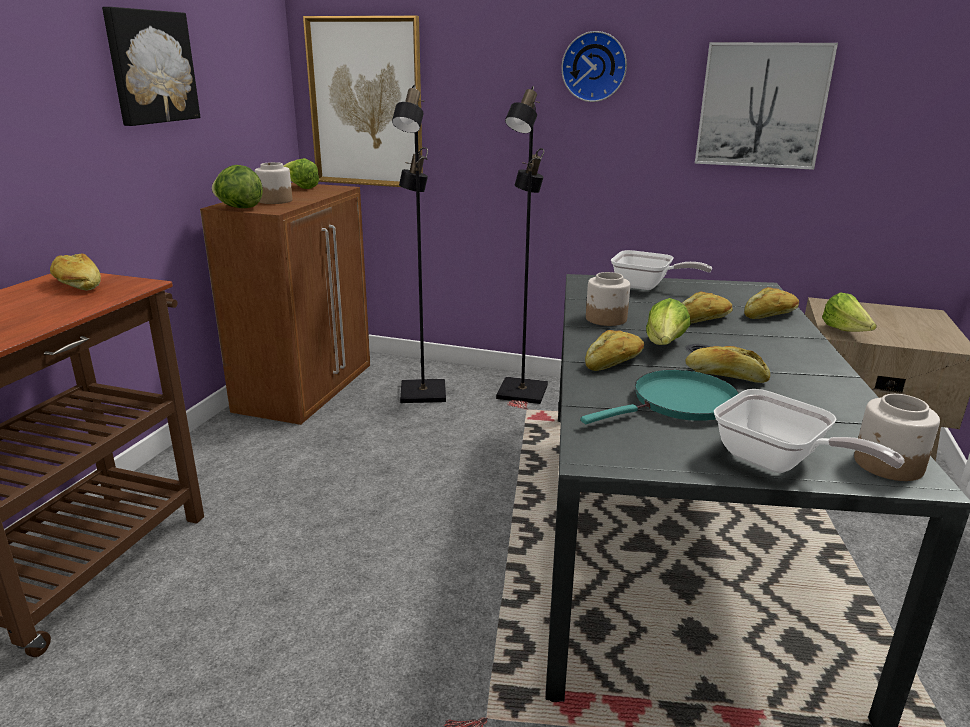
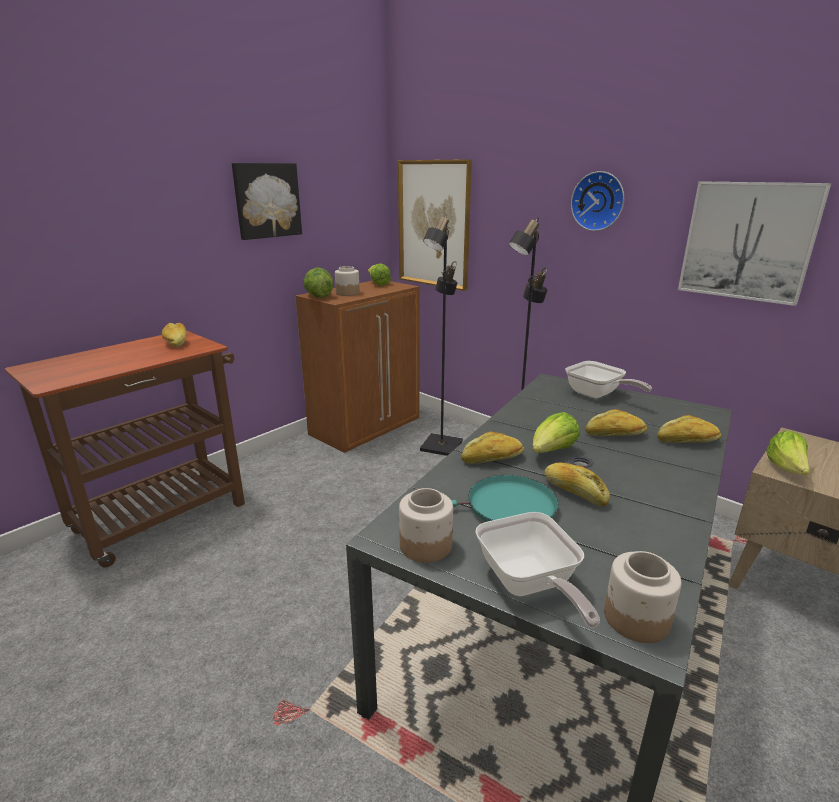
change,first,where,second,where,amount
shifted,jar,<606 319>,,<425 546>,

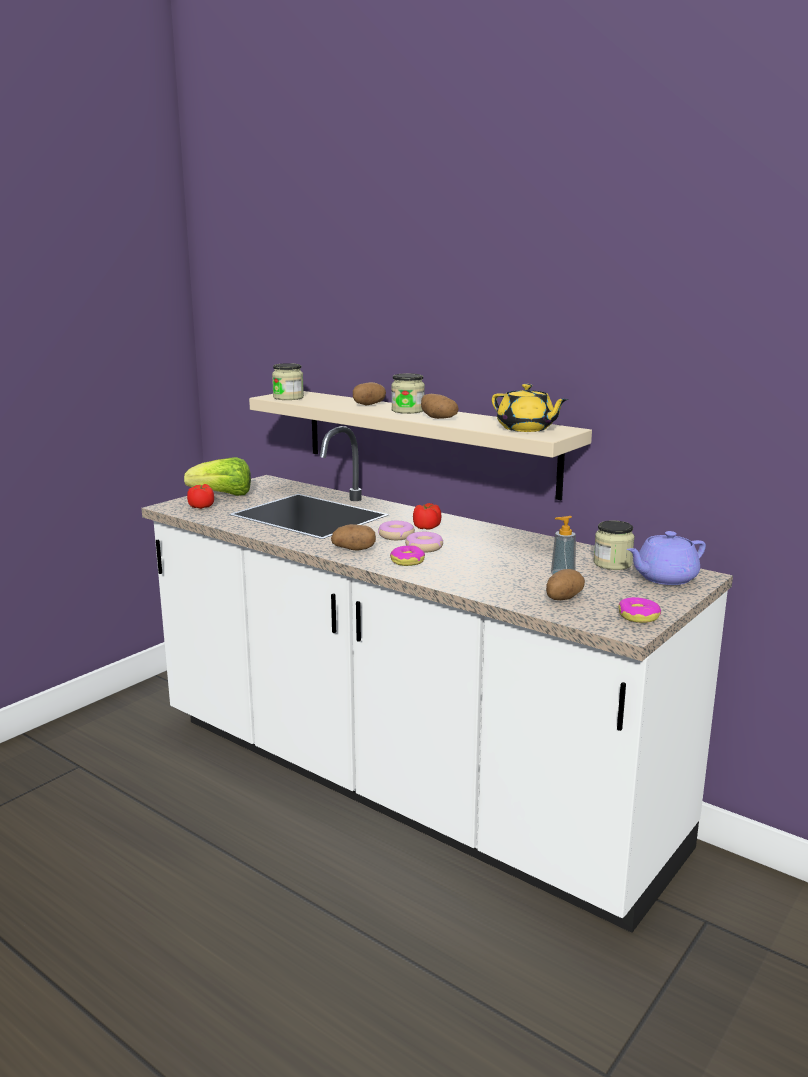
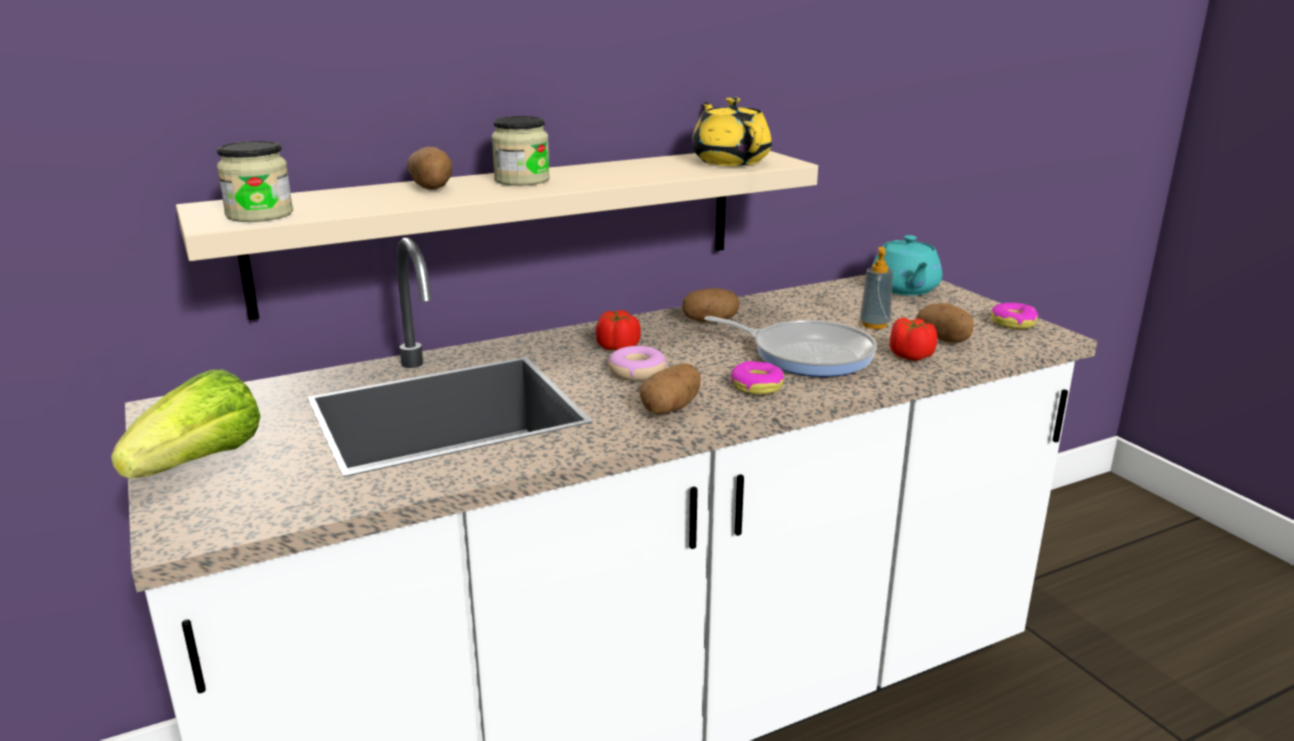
change,first,where,second,where,amount
shifted,tomato,<201 506>,,<910 356>,
gone,donut,<424 548>,,,
shifted,potato,<437 418>,,<710 321>,
rotated,yellow teapot,<526 429>,,<730 161>,90 degrees counterclockwise
gone,jar,<612 564>,,,
repainted,purple teapot,<664 578>,turquoise teapot,<905 289>,
new,,,frying pan,<806 354>,

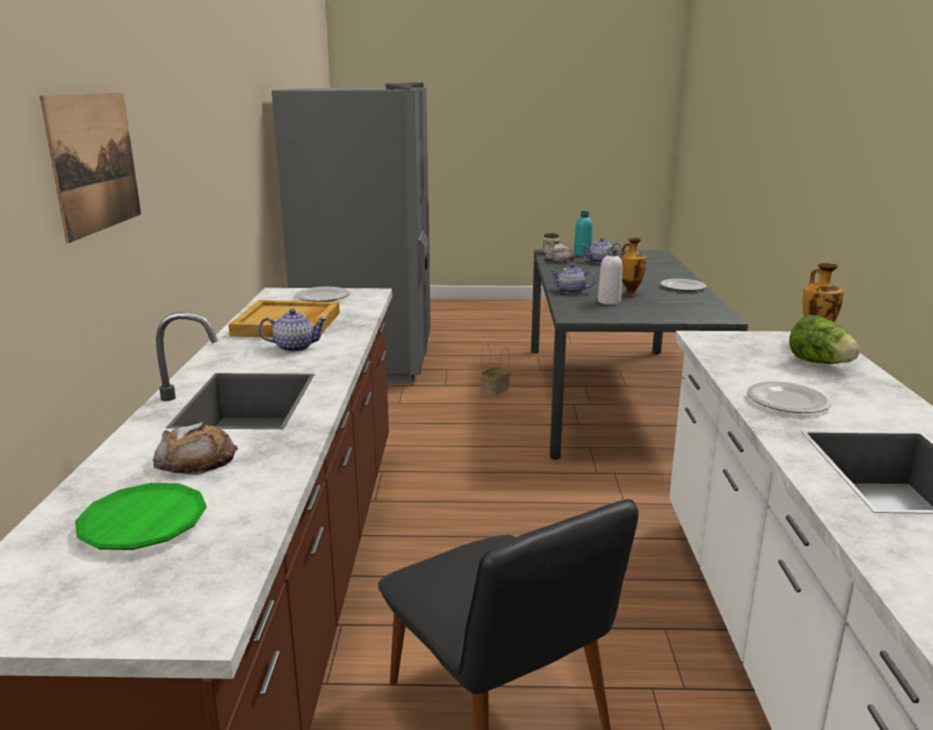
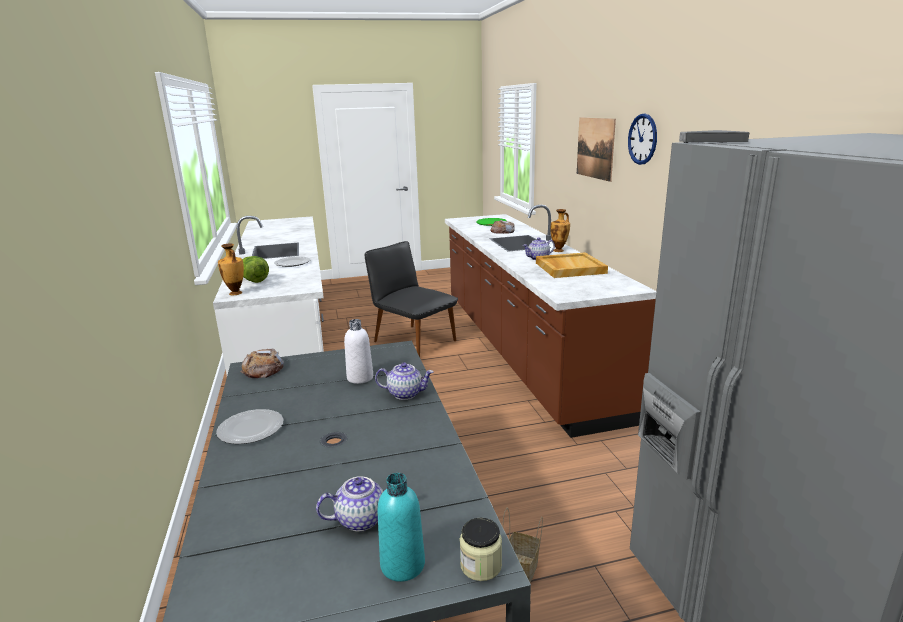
change,first,where,second,where,amount
gone,plate,<323 297>,,,
shifted,bread,<560 259>,,<263 369>,
shifted,vase,<630 293>,,<559 250>,
new,,,wall clock,<642 139>,

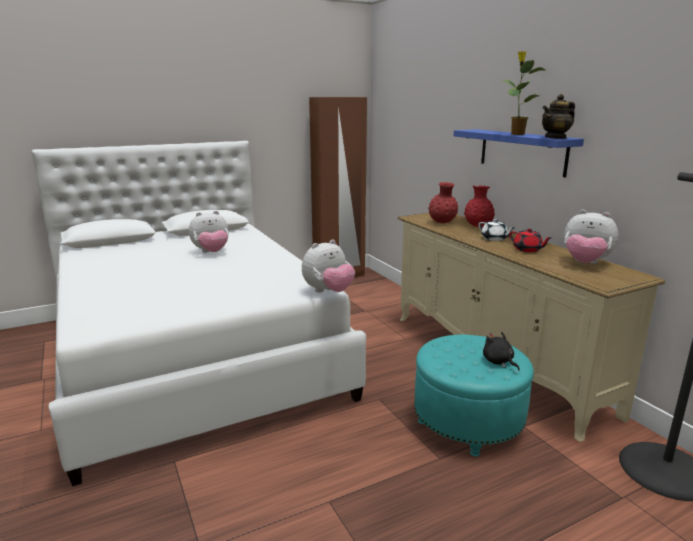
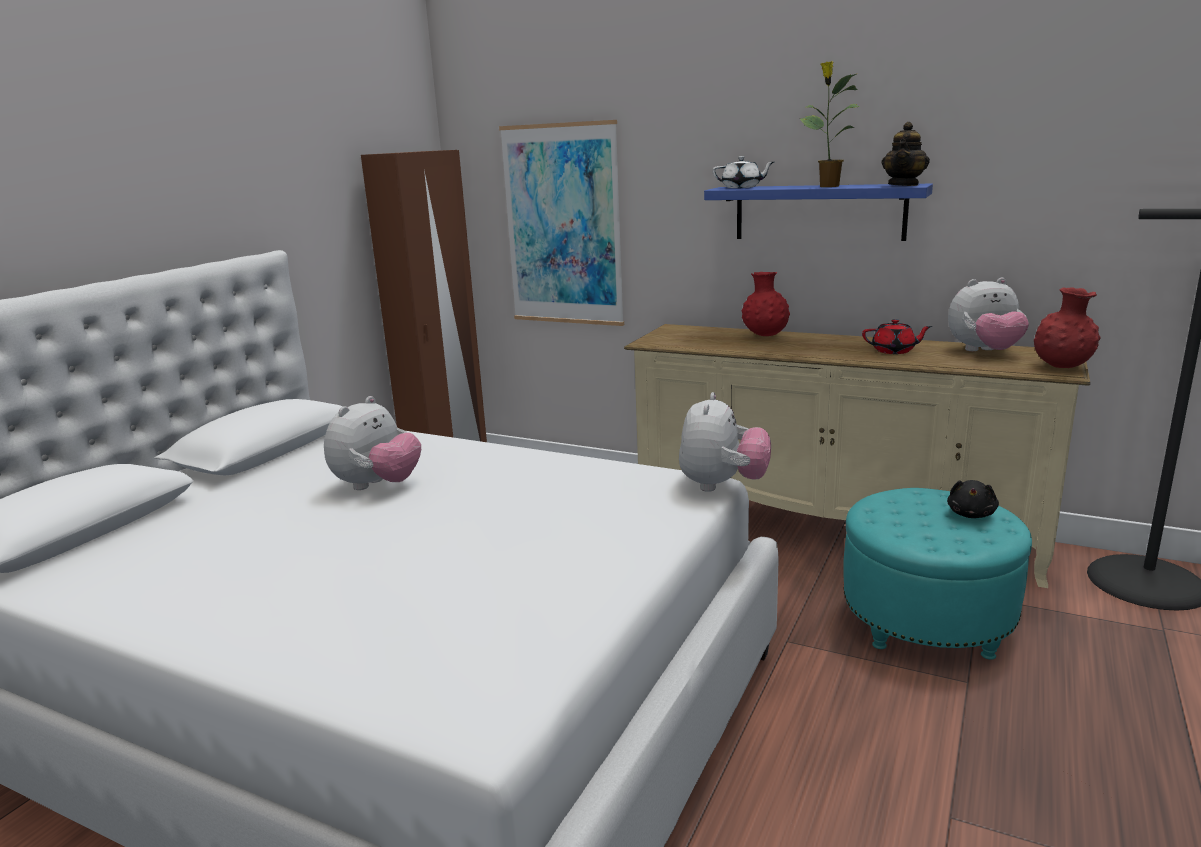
change,first,where,second,where,amount
shifted,red vase,<442 222>,,<1062 367>,
shifted,white teapot,<494 239>,,<742 187>,
rotated,black plush toy,<498 362>,,<971 514>,90 degrees counterclockwise
new,,,picture,<563 226>,

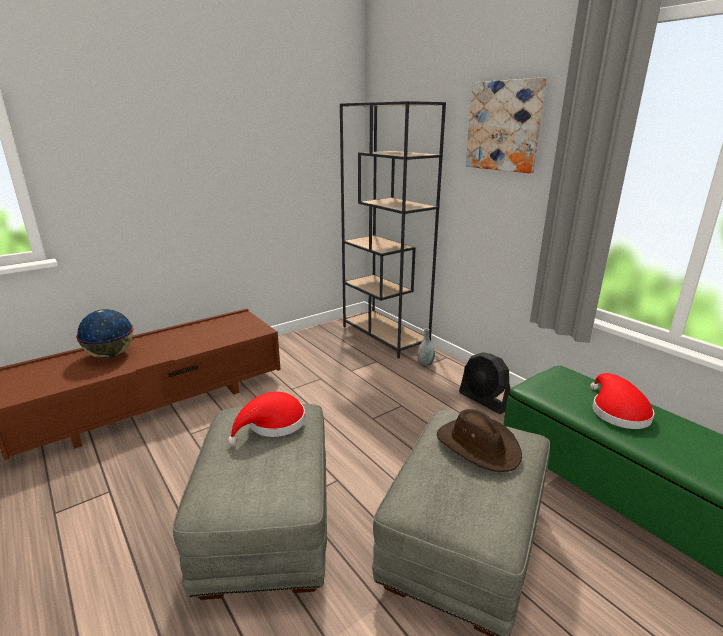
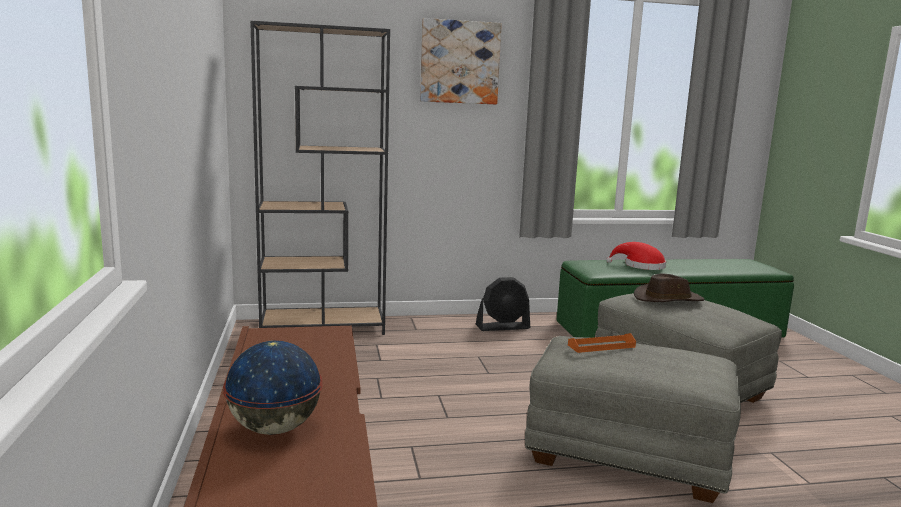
change,first,where,second,where,amount
swapped,red hat,<273 424>,orange tray,<601 346>,
gone,grey vase,<425 364>,,,

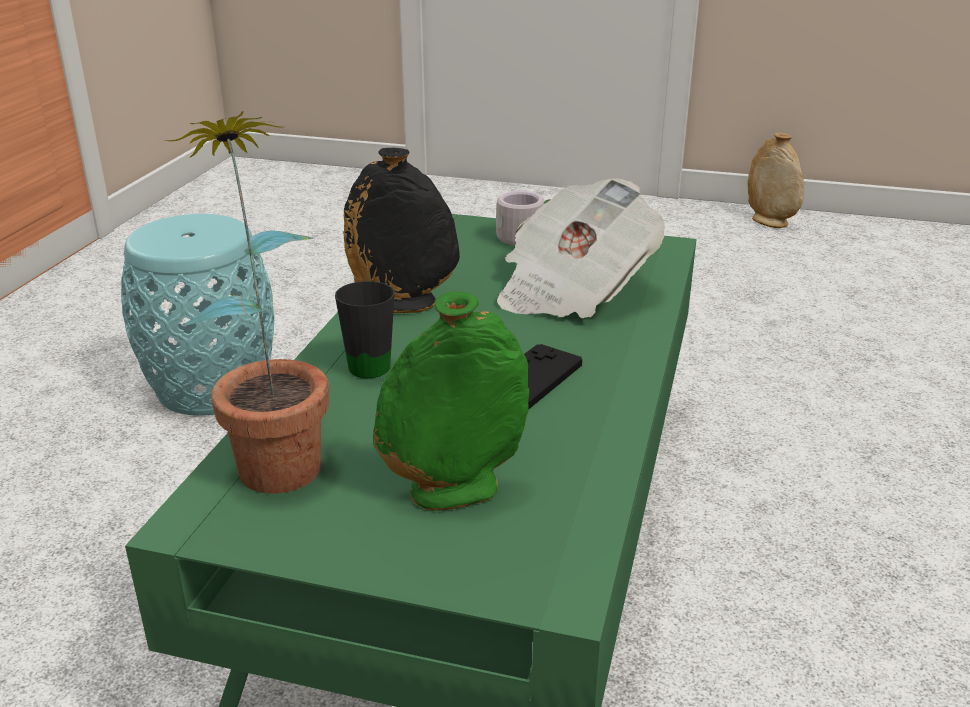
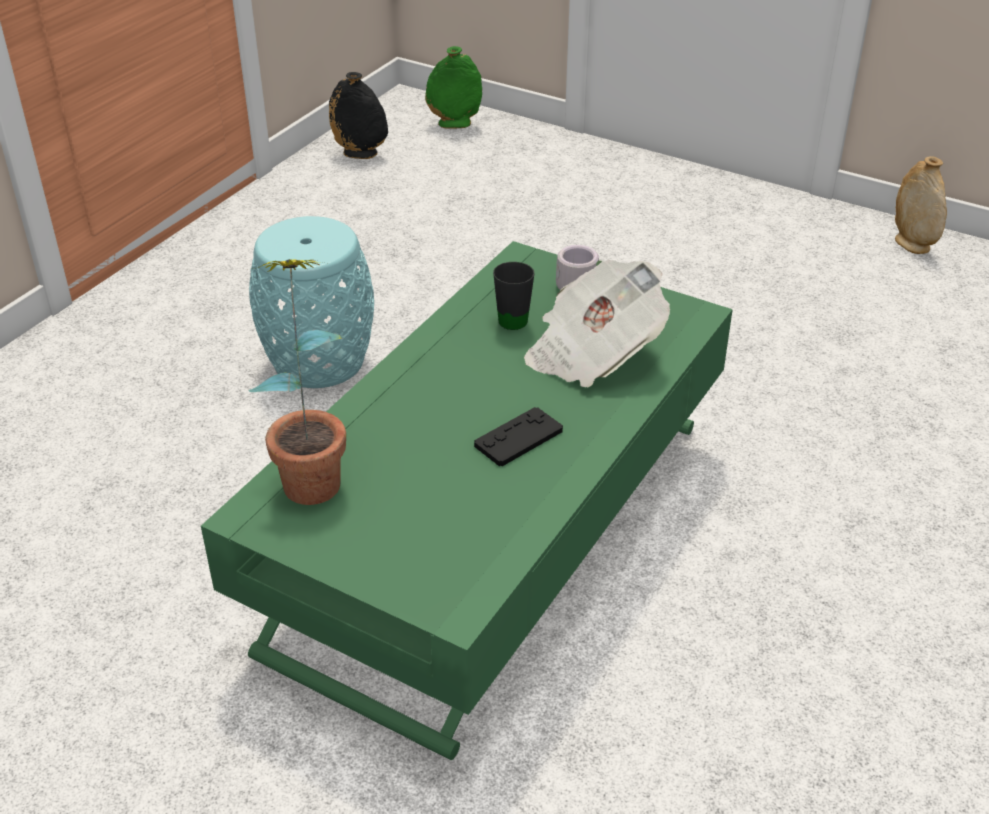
change,first,where,second,where,amount
shifted,black mug,<372 362>,,<516 317>,
shifted,black vase,<404 304>,,<360 154>,
shifted,green vase,<453 491>,,<454 124>,

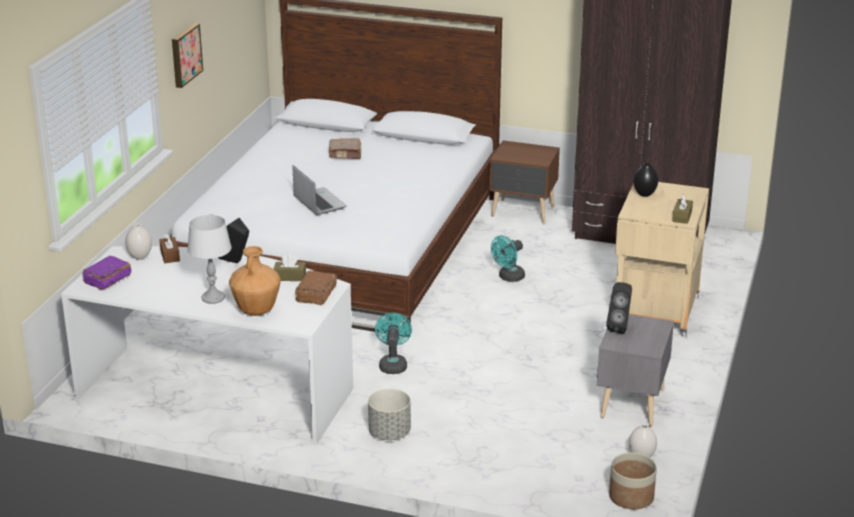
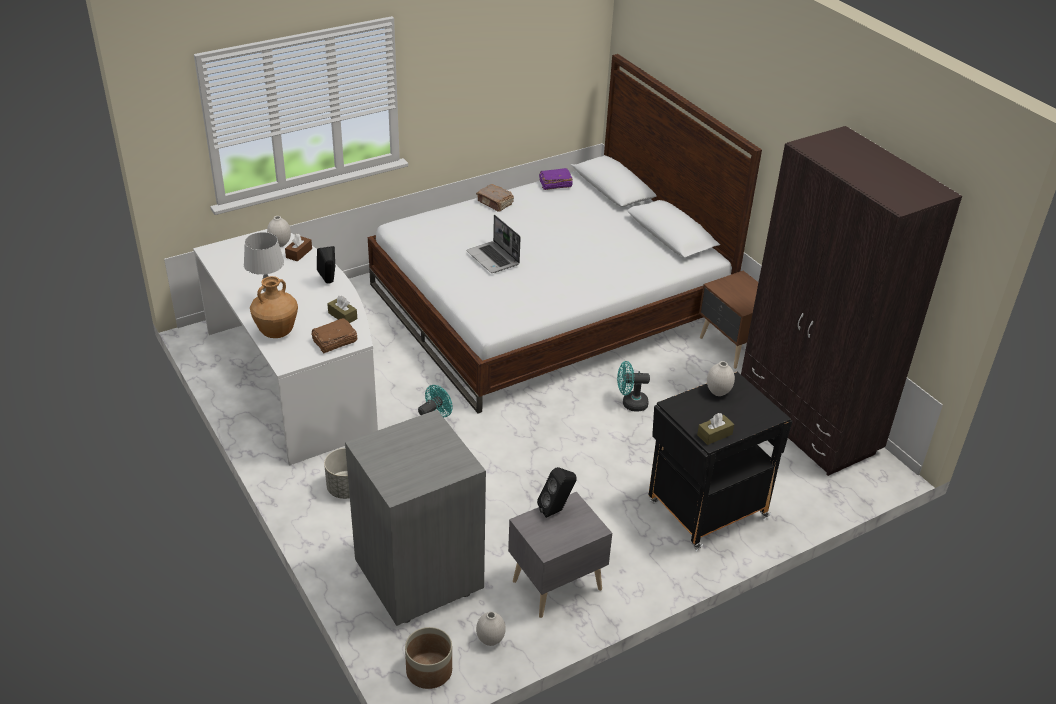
change,first,where,second,where,amount
shifted,purple book,<107 280>,,<555 184>,
gone,picture,<185 54>,,,
rotated,laptop,<318 202>,,<494 258>,135 degrees clockwise
shifted,brown book,<345 155>,,<495 203>,
repainted,beige cart,<656 313>,black cart,<705 511>,
repainted,black vase,<644 194>,white vase,<718 392>,
new,,,grey dresser,<420 580>,

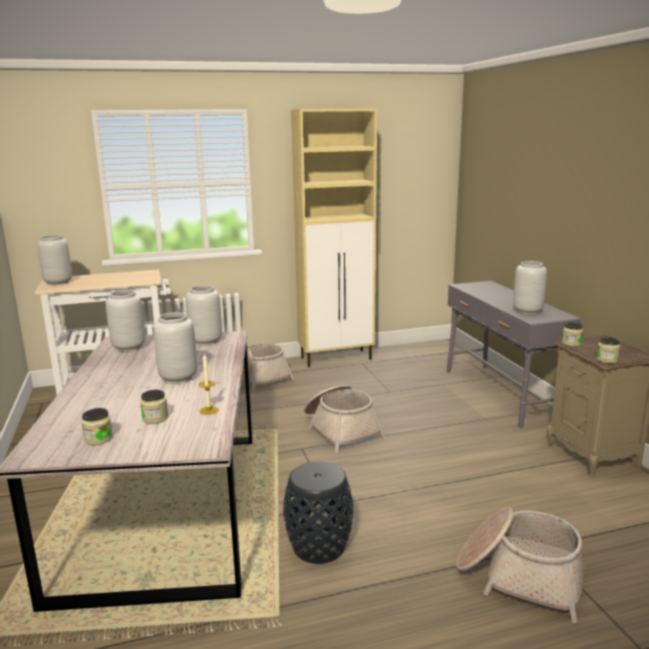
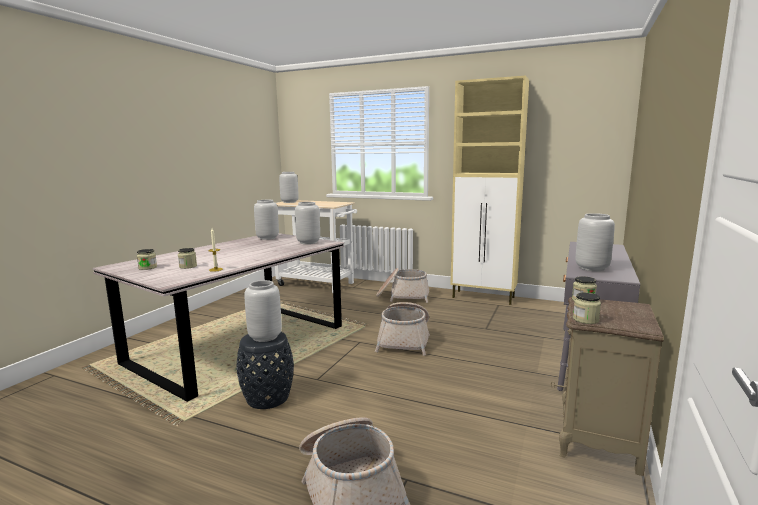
change,first,where,second,where,amount
shifted,grey vase,<177 378>,,<264 337>,

